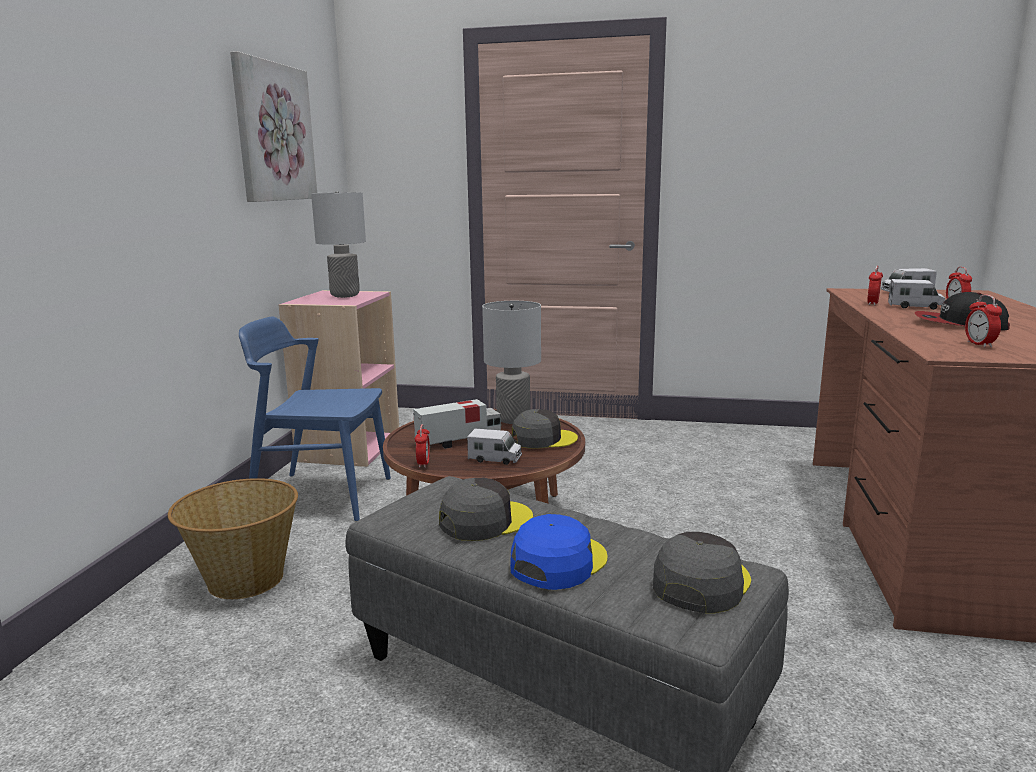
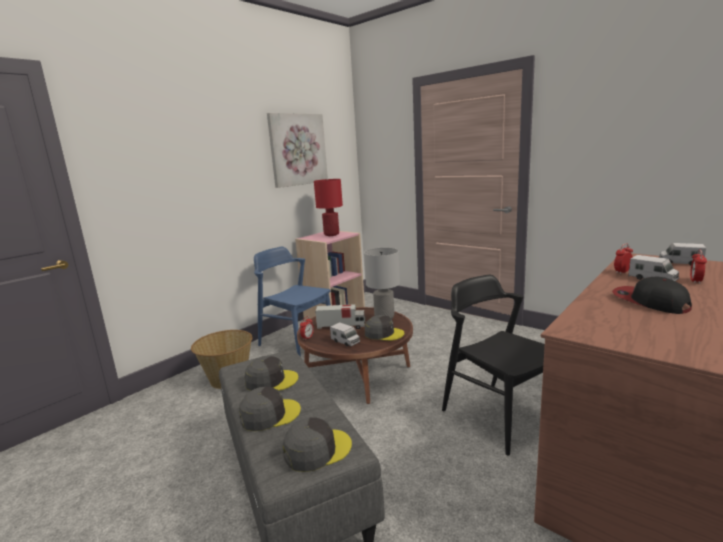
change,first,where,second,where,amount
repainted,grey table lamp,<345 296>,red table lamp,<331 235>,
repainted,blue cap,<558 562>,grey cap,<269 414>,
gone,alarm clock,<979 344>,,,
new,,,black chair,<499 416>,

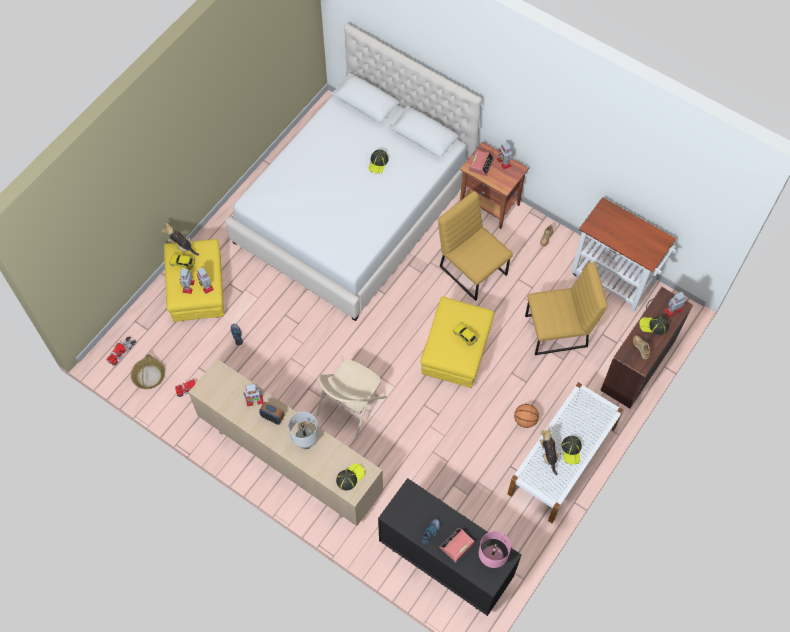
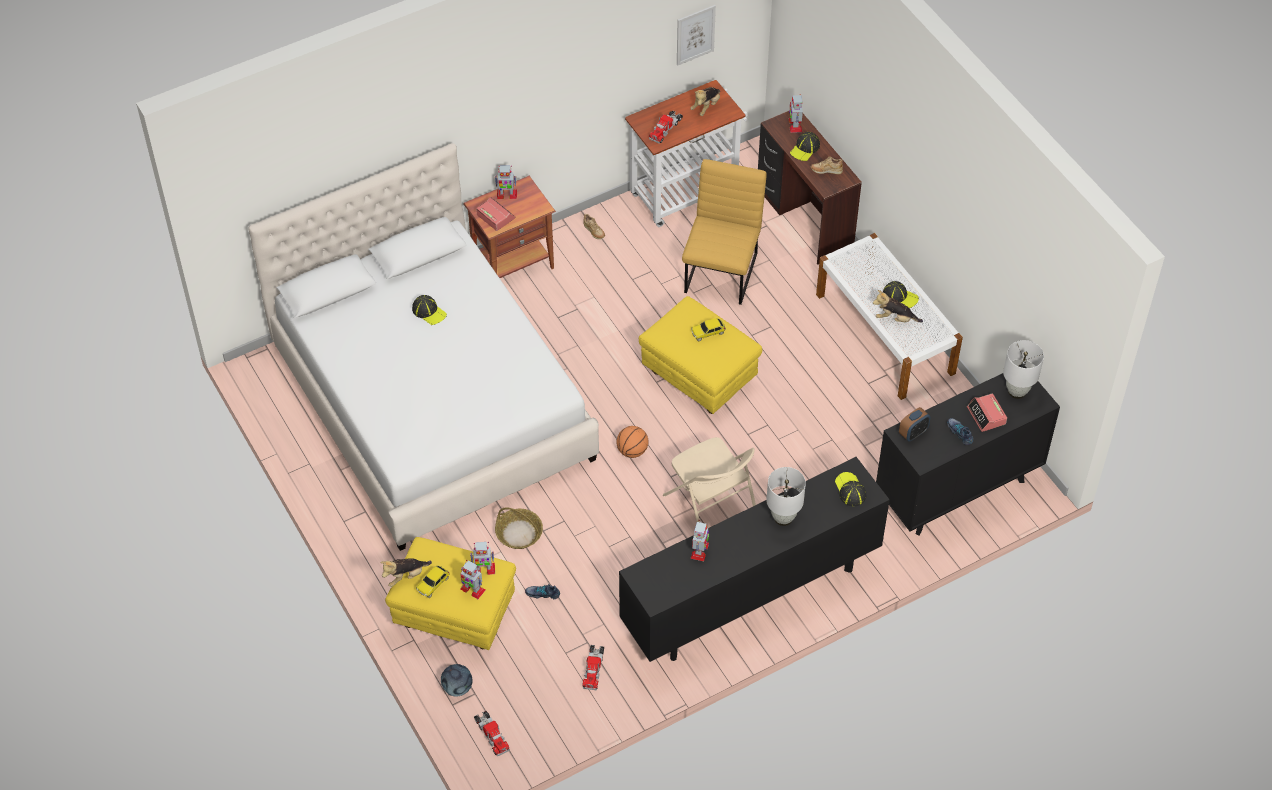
change,first,where,second,where,amount
shifted,basket,<149 376>,,<519 533>,
repainted,beige cabinet,<290 461>,black cabinet,<751 597>,
shifted,alarm clock,<272 417>,,<913 433>,
gone,yellow chair,<472 269>,,,
repainted,pink table lamp,<491 559>,white table lamp,<1017 391>,
shifted,basketball,<525 420>,,<632 451>,
new,,,football,<457 688>,
new,,,toy truck,<665 129>,
new,,,picture,<695 34>,
new,,,plush toy,<706 107>,

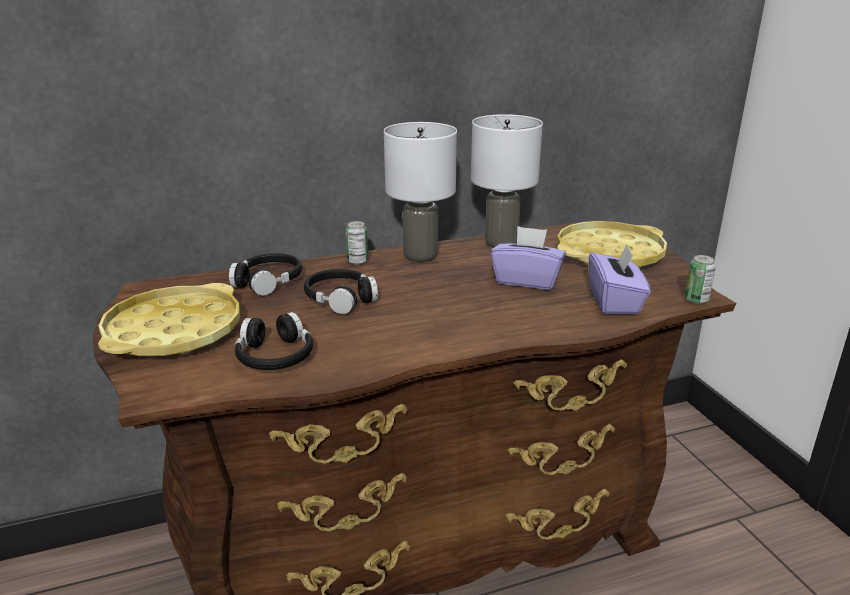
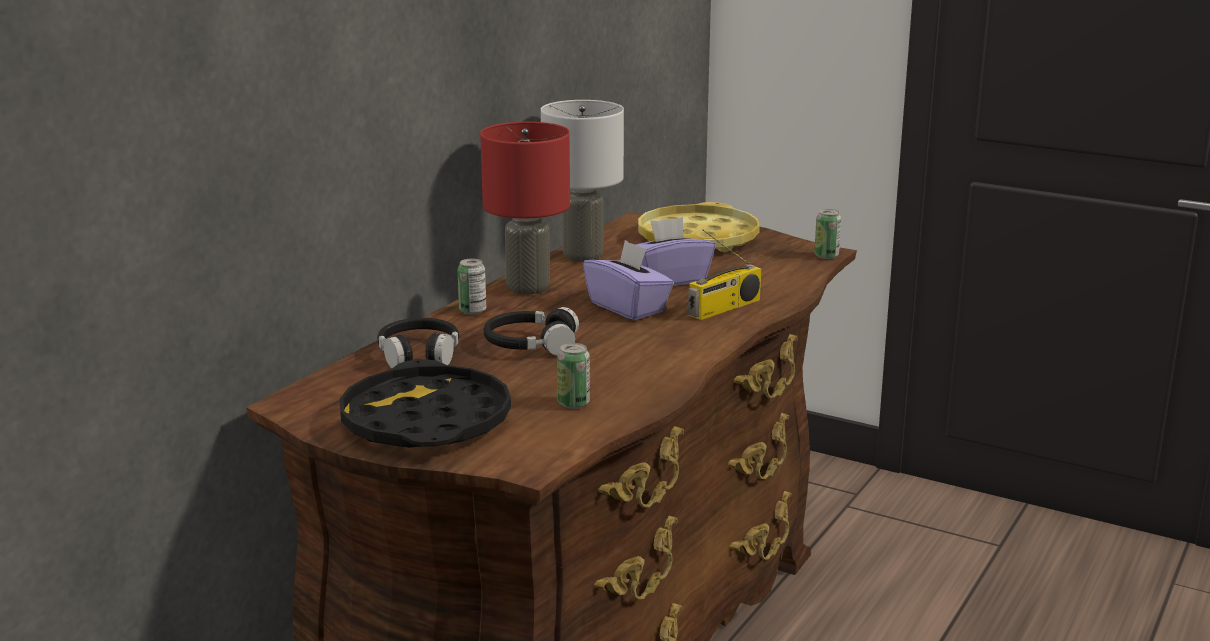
change,first,where,second,where,amount
repainted,yellow tray,<173 332>,black tray,<426 422>,
swapped,black headphones,<275 356>,can,<573 403>,
repainted,white table lamp,<418 256>,red table lamp,<525 289>,
shifted,purple tissue box,<615 302>,,<628 307>,
new,,,radio,<724 308>,

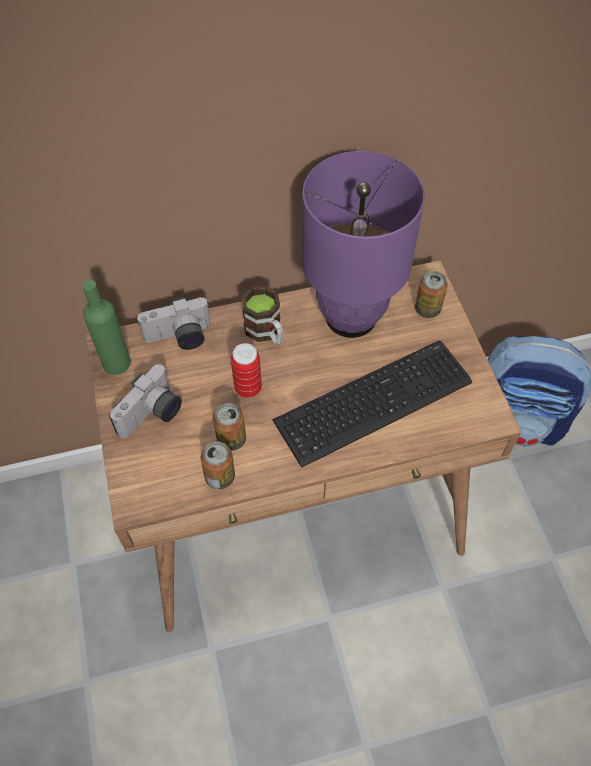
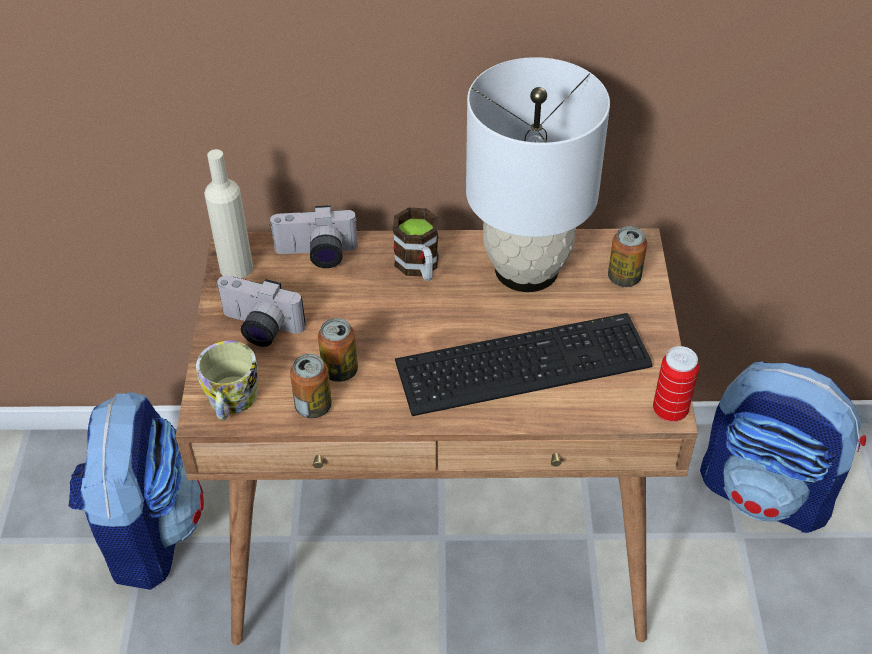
change,first,where,second,where,amount
repainted,green bottle,<116 363>,beige bottle,<236 267>,
rotated,photo camera,<152 415>,,<258 328>,60 degrees clockwise
shifted,can,<248 388>,,<670 410>,
repainted,purple table lamp,<350 317>,white table lamp,<526 269>,
new,,,backpack,<146 532>,
new,,,mug,<231 402>,

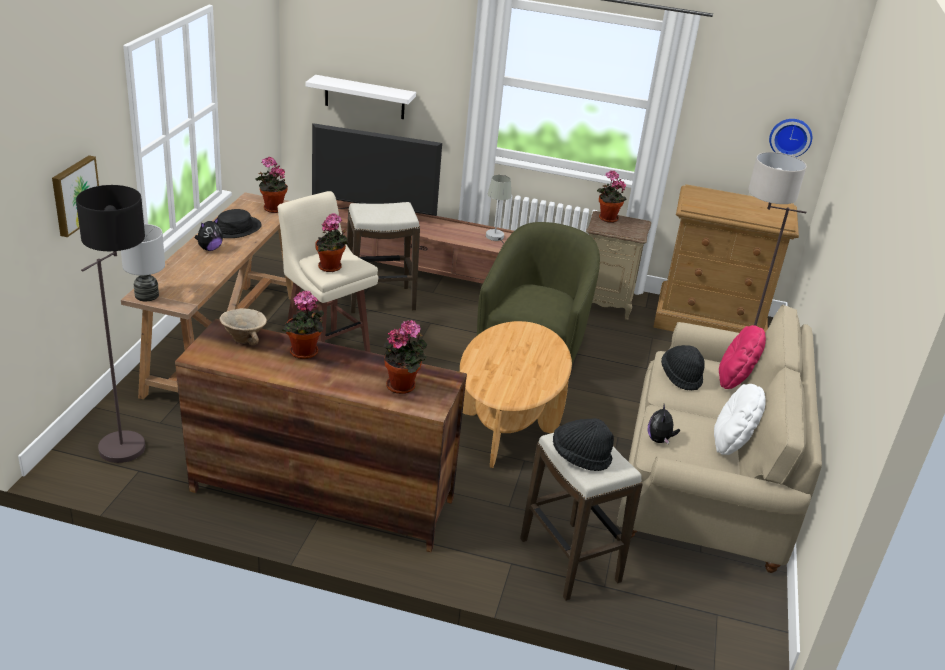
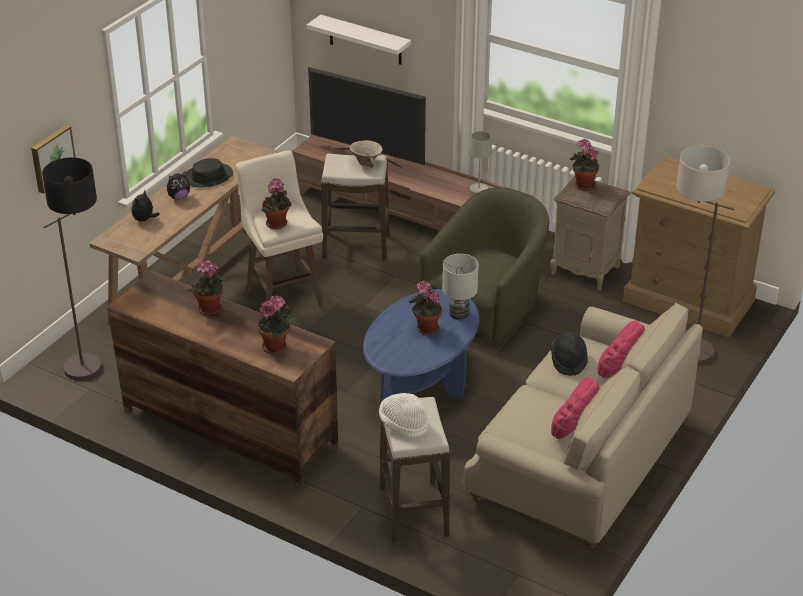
change,first,where,second,where,amount
shifted,grey table lamp,<147 295>,,<459 313>,
shifted,beige bowl,<244 339>,,<366 162>,
shifted,potted plant,<272 209>,,<425 329>,
repainted,brown coffee table,<508 423>,blue coffee table,<421 384>,
repainted,black hat,<580 457>,white hat,<403 424>,
shifted,plush toy,<659 440>,,<144 220>,
repainted,white pillow,<731 445>,pink pillow,<573 431>,
gone,wall clock,<790 137>,,,

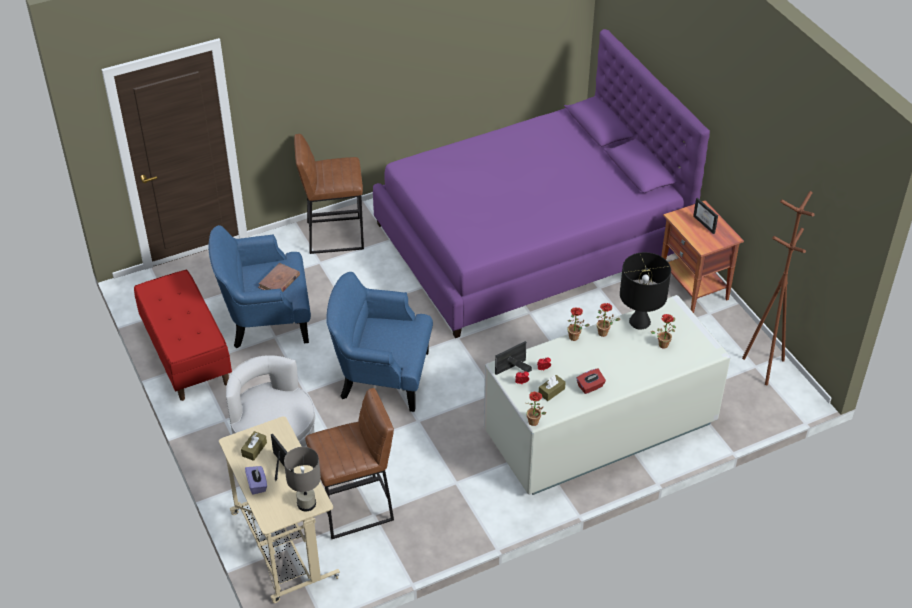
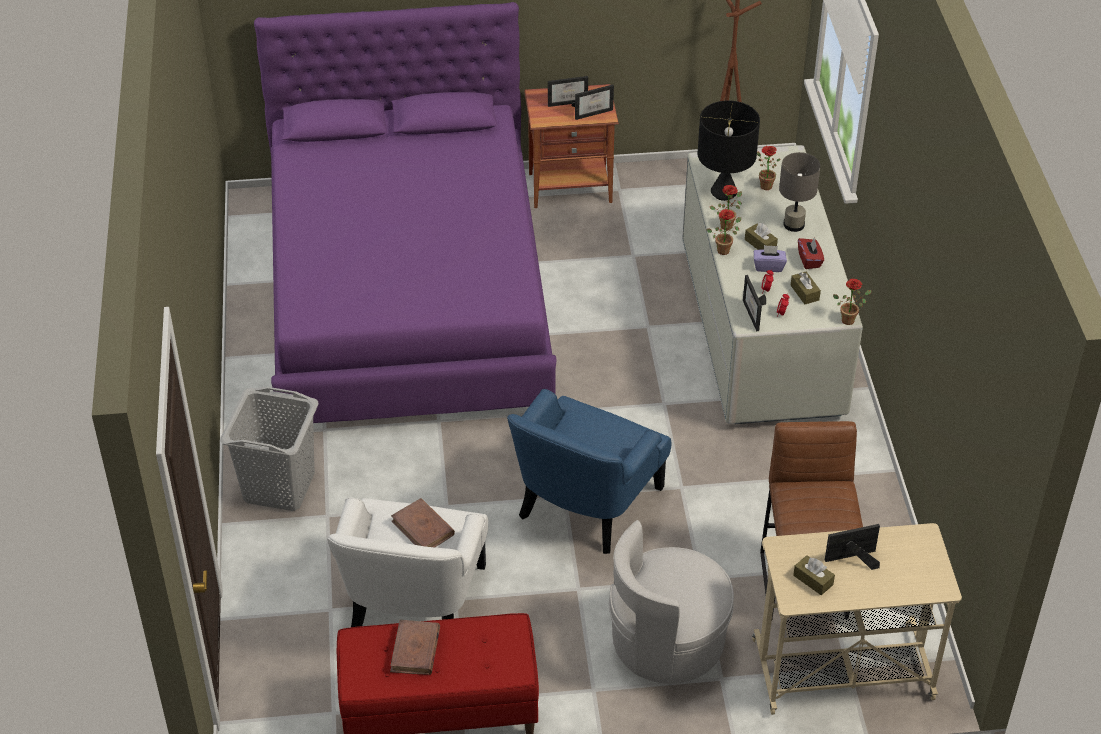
change,first,where,second,where,amount
repainted,blue armchair,<266 319>,white armchair,<413 602>,
shifted,purple tissue box,<257 485>,,<768 266>,
shifted,grey table lamp,<306 503>,,<793 225>,
swapped,brown stool,<334 235>,grey laundry basket,<278 487>,
new,,,brown book,<415 650>,
new,,,picture frame,<593 112>,
new,,,brown tissue box,<760 244>,

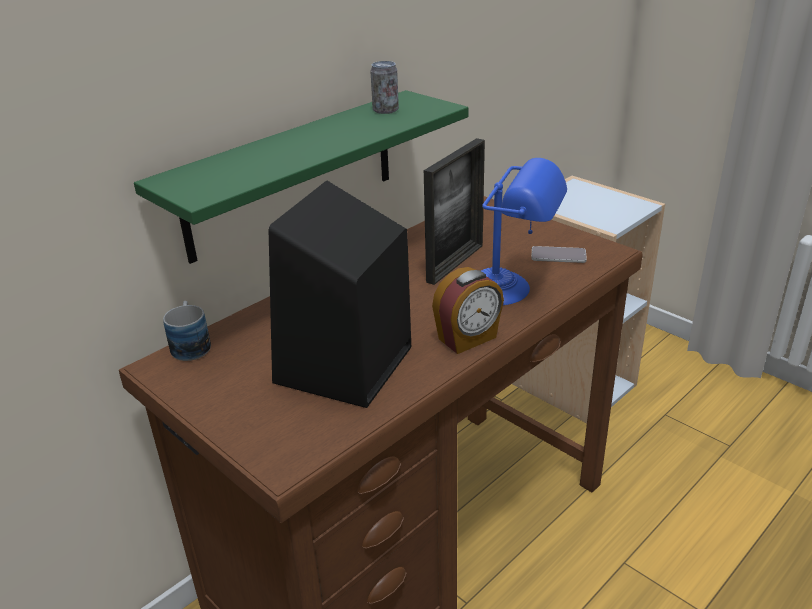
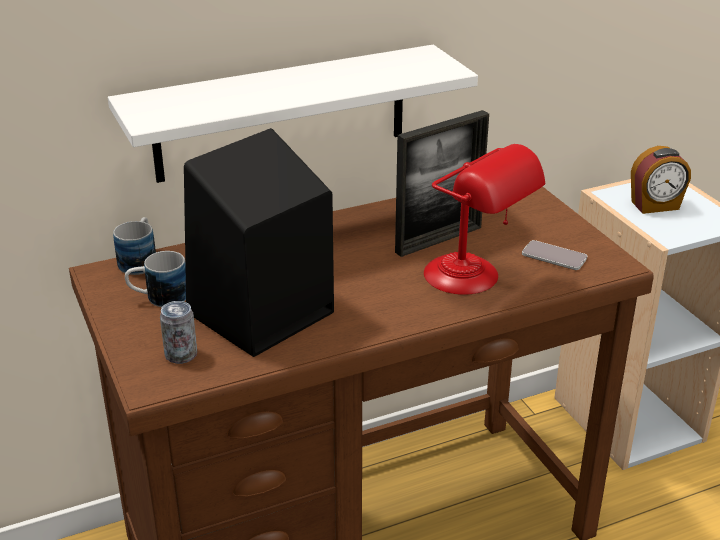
change,first,where,second,where,amount
repainted,green shelf,<292 174>,white shelf,<281 113>,
shifted,can,<385 110>,,<181 355>,
shifted,alarm clock,<468 339>,,<655 206>,
repainted,blue table lamp,<510 289>,red table lamp,<475 279>,
new,,,mug,<158 298>,

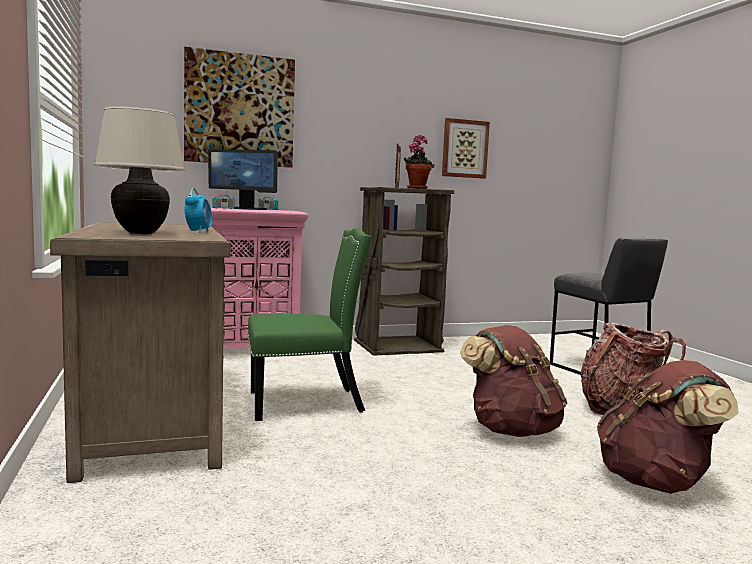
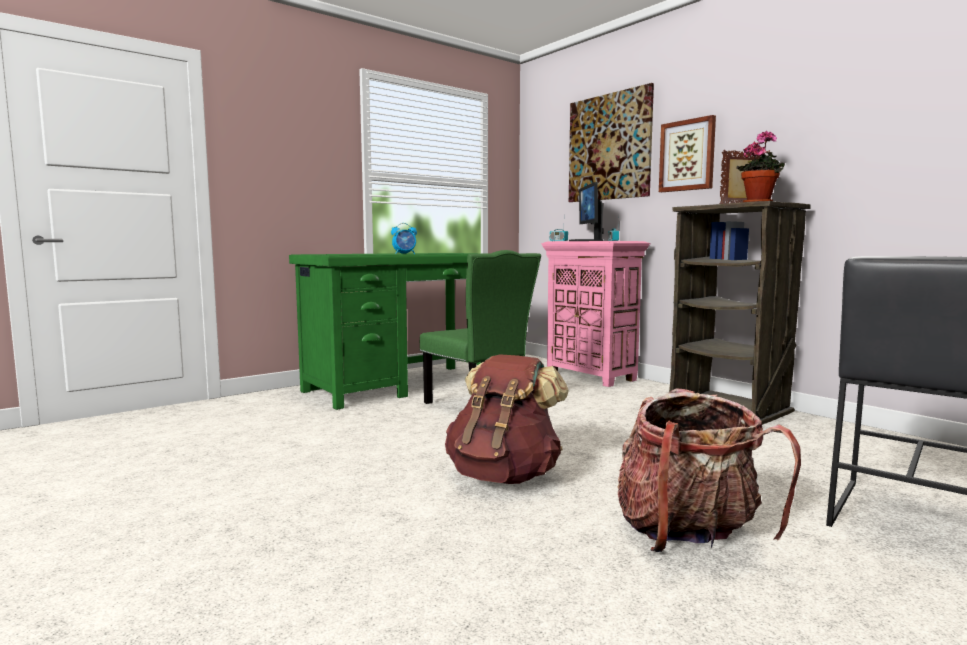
change,first,where,second,where,amount
repainted,brown desk,<151 419>,green desk,<401 385>,
gone,beige table lamp,<141 233>,,,
shifted,picture,<464 149>,,<687 155>,
gone,brown backpack,<656 482>,,,

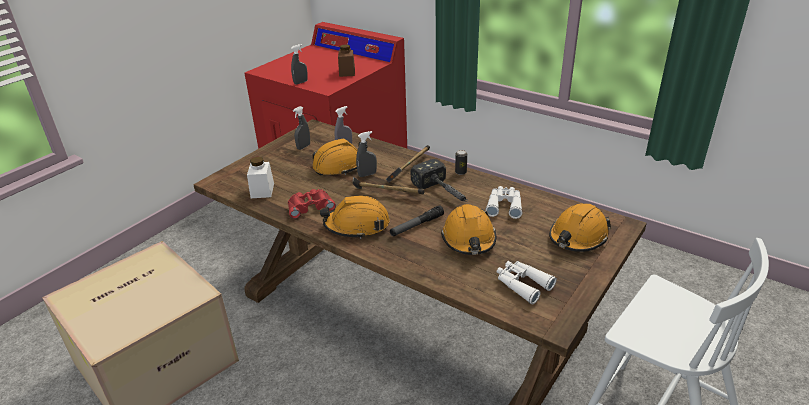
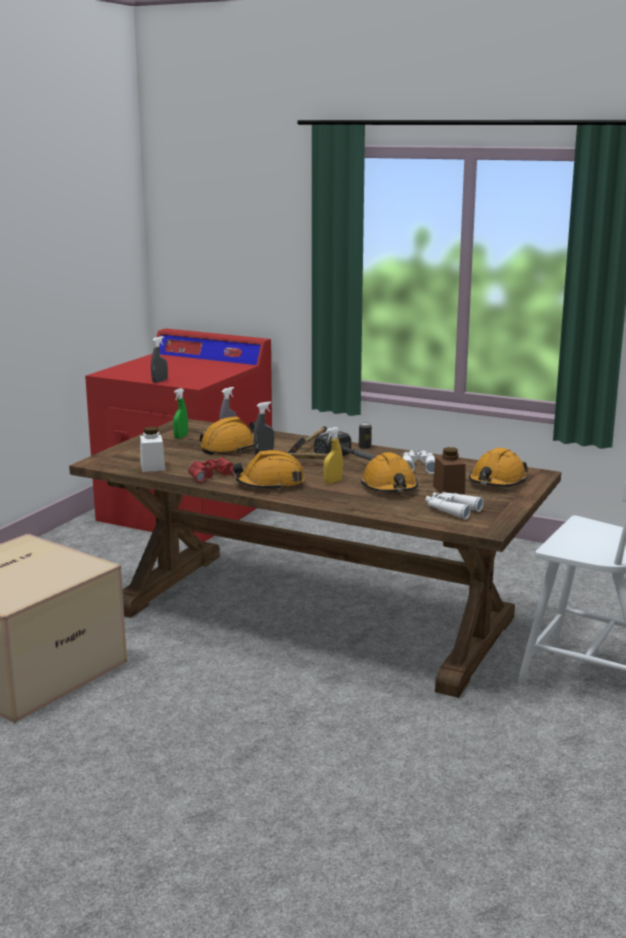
change,first,where,second,where,amount
repainted,grey spray bottle,<303 147>,green spray bottle,<181 436>,
shifted,brown jar,<347 72>,,<448 490>,
swapped,flashlight,<417 225>,yellow spray bottle,<333 481>,

